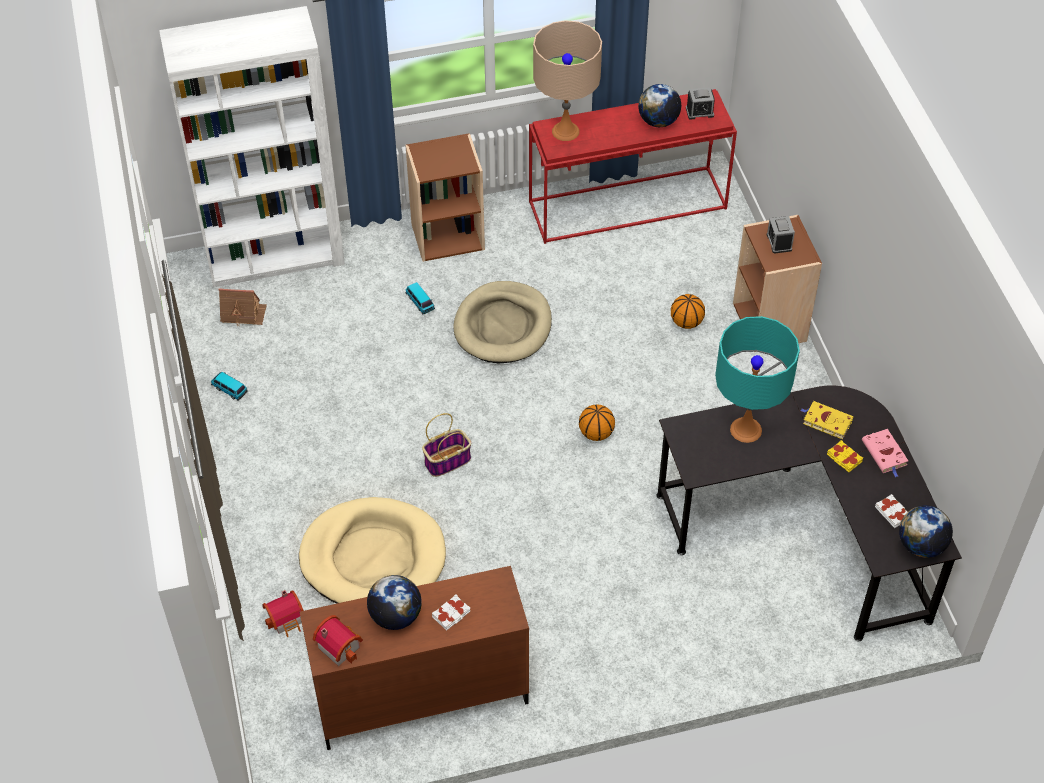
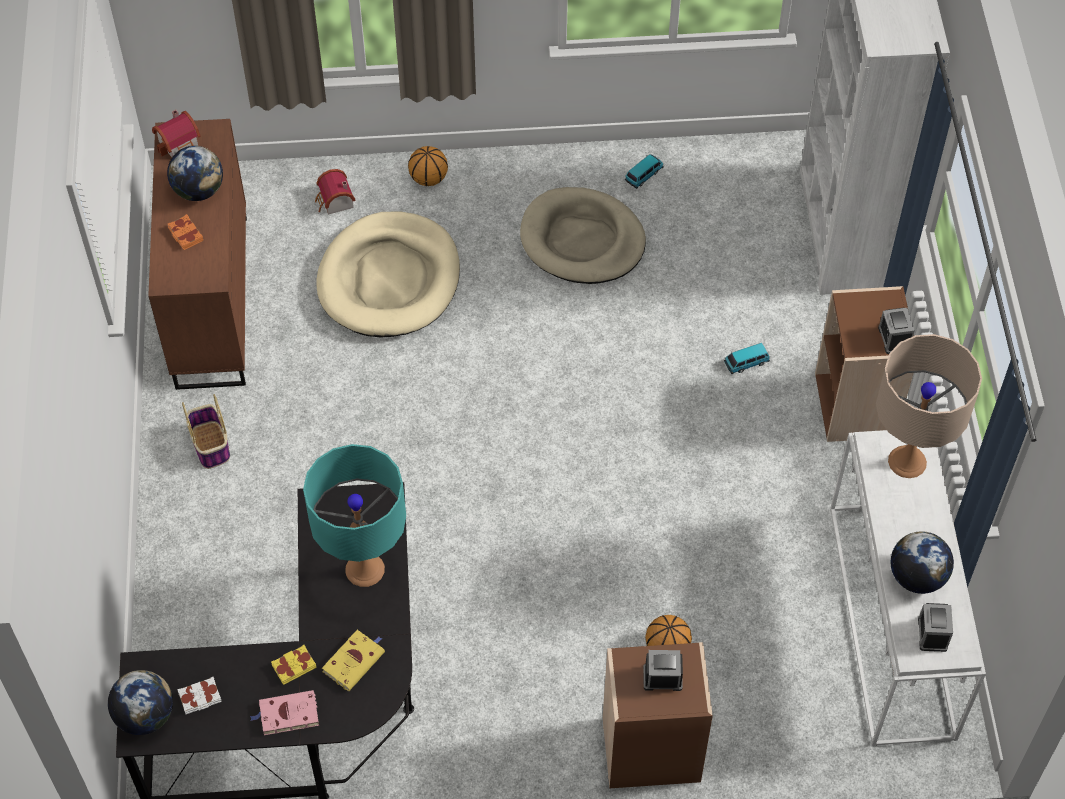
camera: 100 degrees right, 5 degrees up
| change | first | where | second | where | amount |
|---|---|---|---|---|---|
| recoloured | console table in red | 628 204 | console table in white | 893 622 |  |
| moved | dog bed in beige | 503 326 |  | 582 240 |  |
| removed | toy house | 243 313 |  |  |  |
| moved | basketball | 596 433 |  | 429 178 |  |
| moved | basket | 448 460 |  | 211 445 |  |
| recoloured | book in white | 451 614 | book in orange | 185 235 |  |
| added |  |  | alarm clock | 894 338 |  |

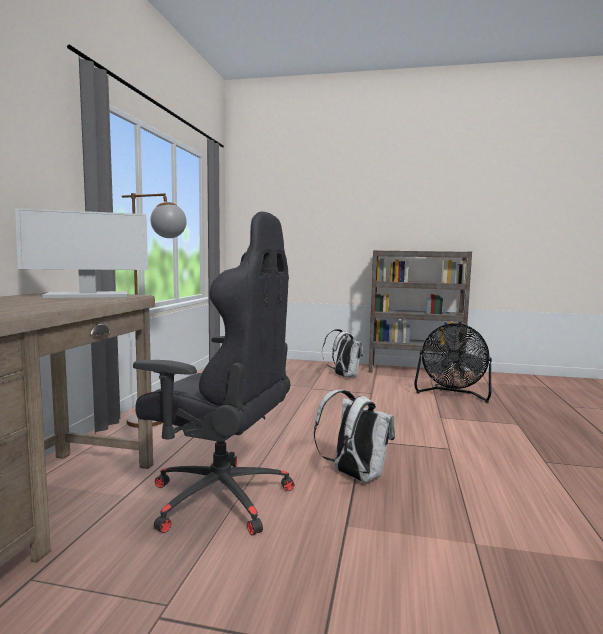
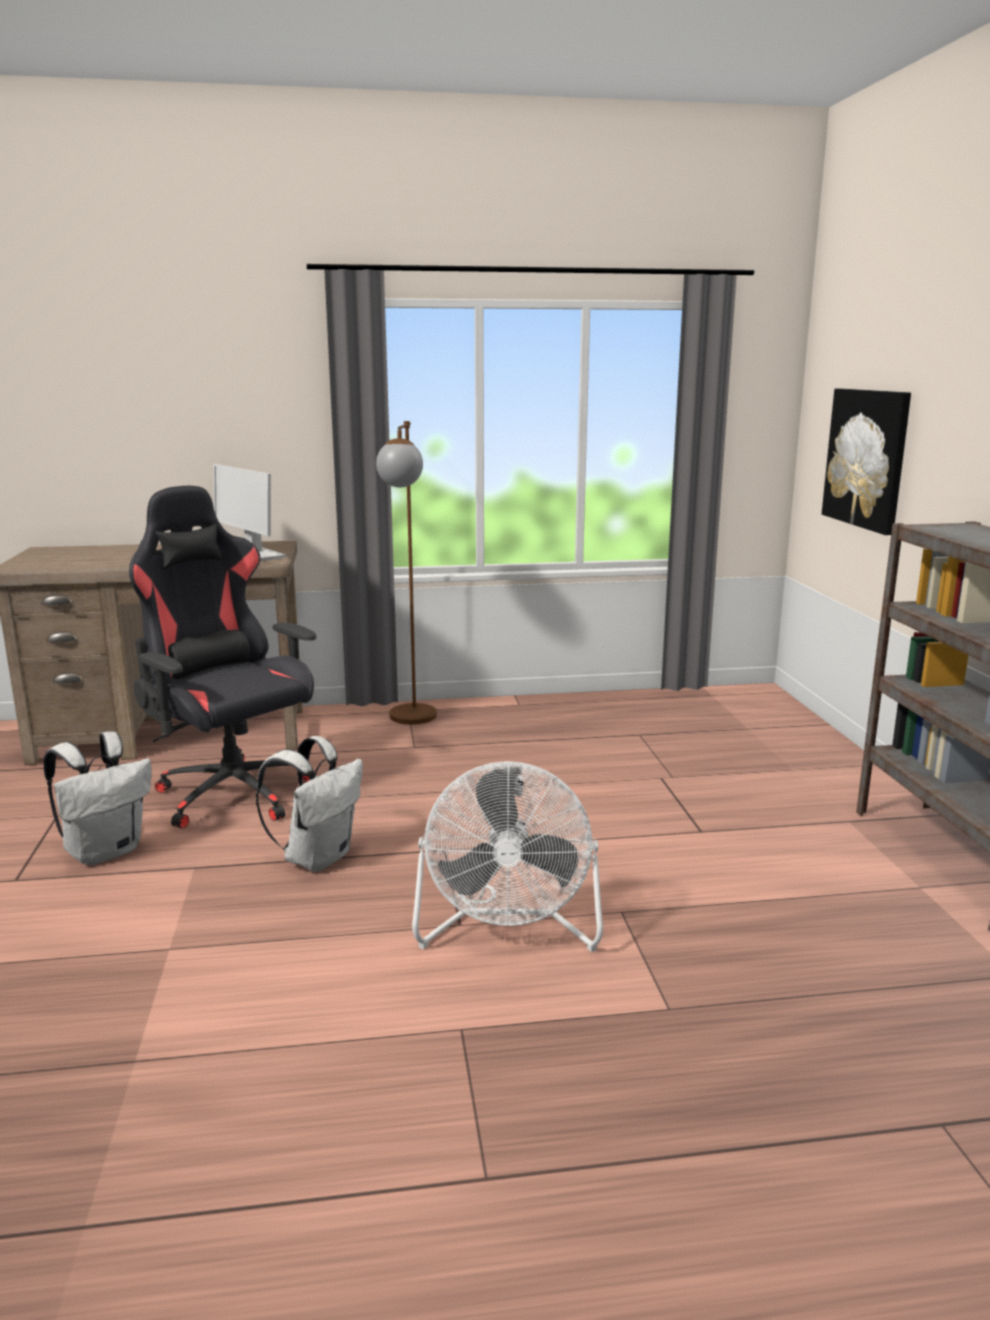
camera: 70 degrees right, 10 degrees up
| change | first | where | second | where | amount |
|---|---|---|---|---|---|
| turned | office chair in black | 219 498 |  | 235 795 | 135 degrees clockwise |
| removed | fan in black | 450 394 |  |  |  |
| moved | backpack in white | 343 376 |  | 106 851 |  |
| added |  |  | picture | 867 458 |  |
| added |  |  | fan in white | 501 928 |  |

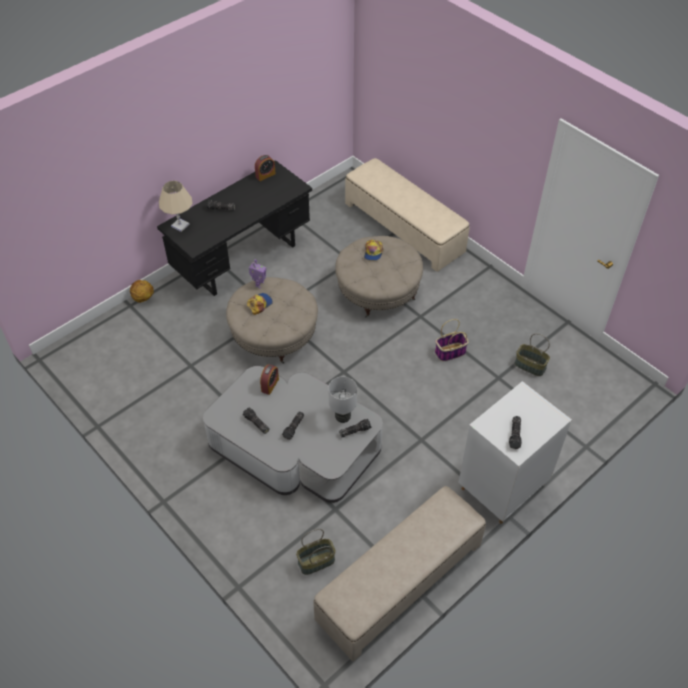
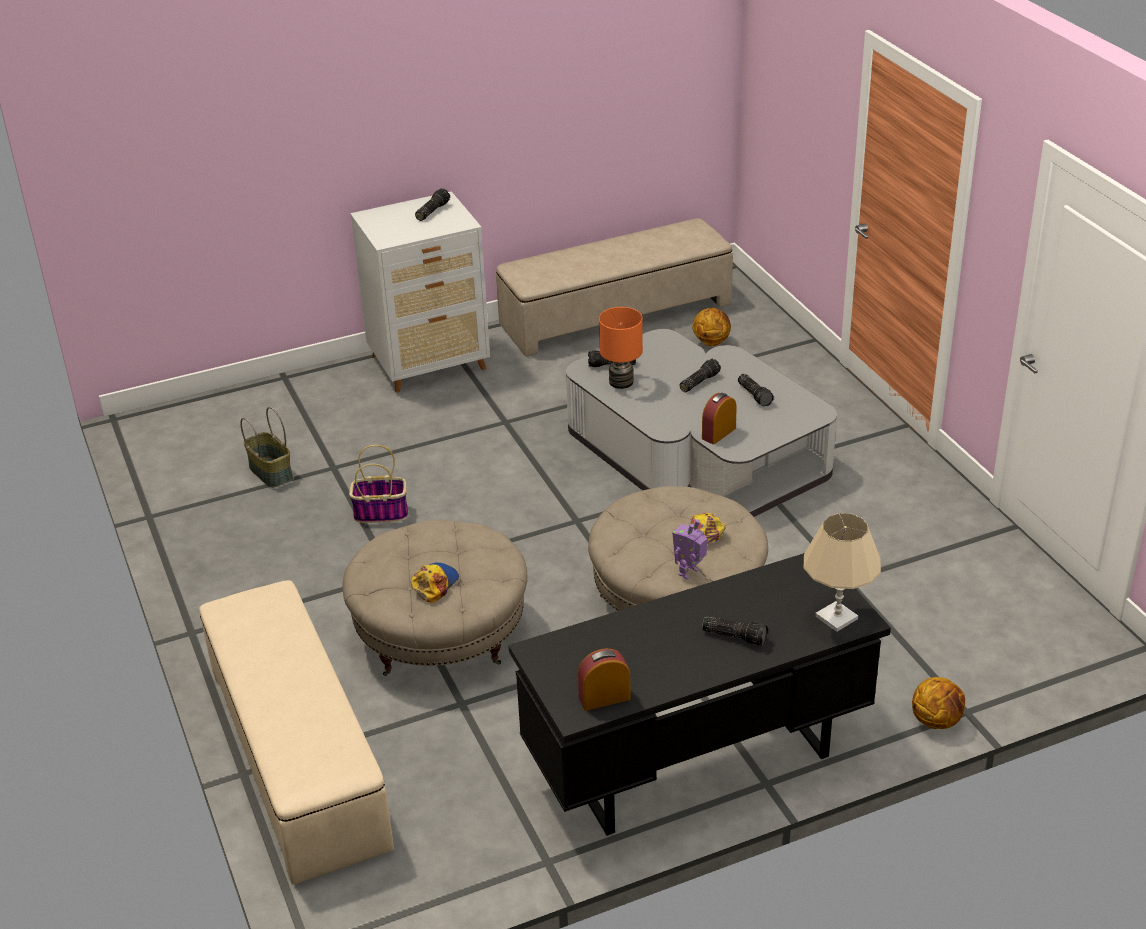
camera: 160 degrees left, 15 degrees down
| change | first | where | second | where | amount |
|---|---|---|---|---|---|
| recoloured | table lamp in grey | 342 416 | table lamp in orange | 621 382 |  |
| replaced | basket | 316 562 | basketball | 711 342 |  |

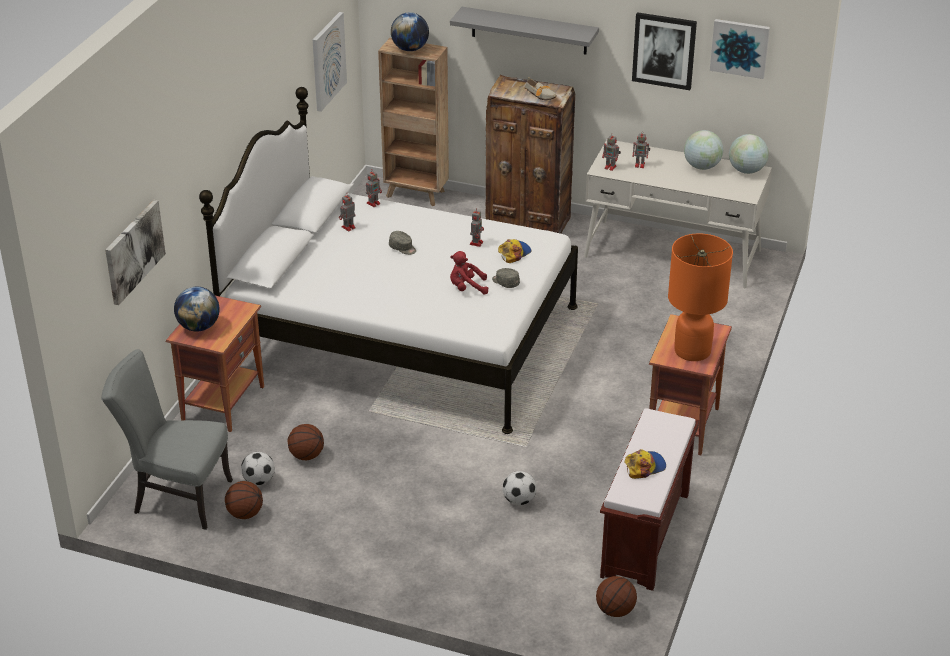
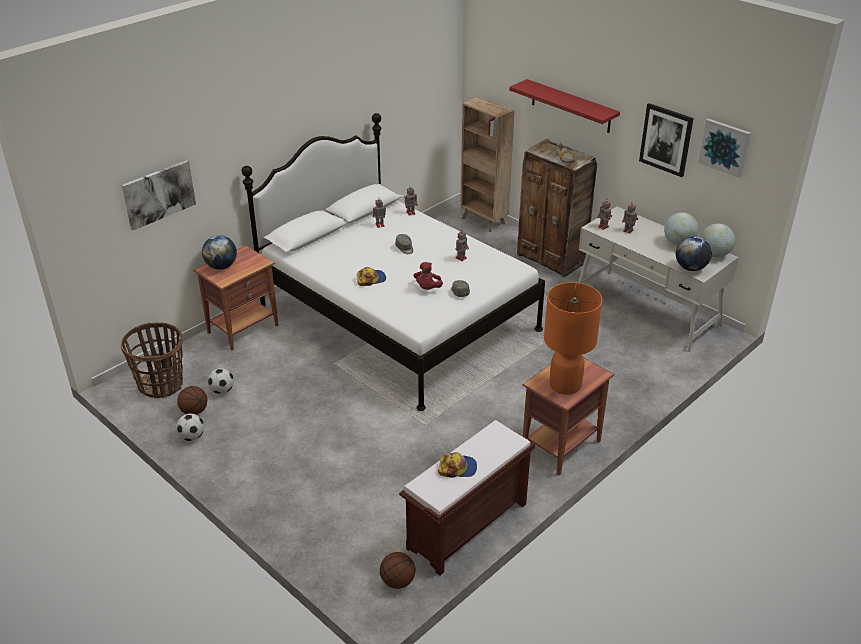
camera: 25 degrees right, 0 degrees up
| change | first | where | second | where | amount |
|---|---|---|---|---|---|
| recoloured | shelf in grey | 529 30 | shelf in red | 571 106 |  |
| removed | picture | 328 61 |  |  |  |
| moved | globe | 410 49 |  | 690 268 |  |
| moved | cap | 514 253 |  | 371 279 |  |
| turned | plush toy in red | 467 288 |  | 427 288 | 105 degrees counterclockwise |
| replaced | chair in grey | 176 497 | basket | 161 385 |  |
| removed | basketball | 306 455 |  |  |  |
| moved | football | 519 500 |  | 192 437 |  |

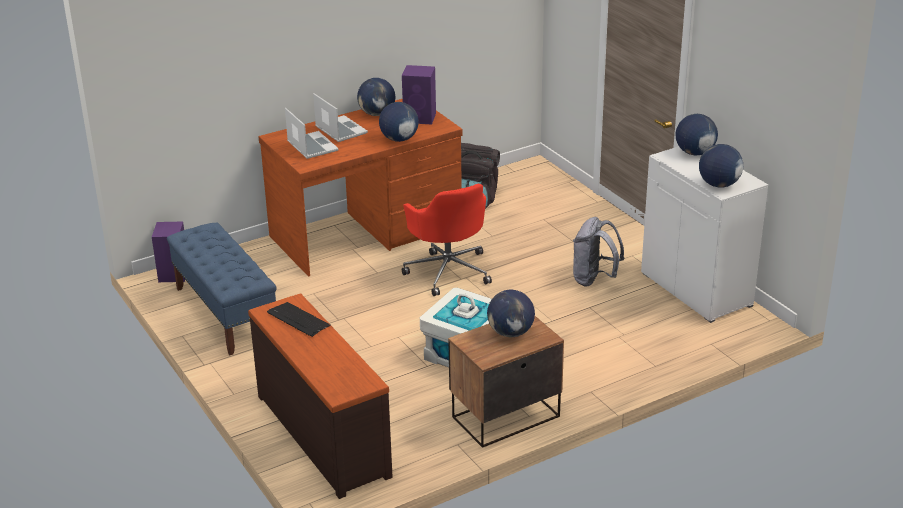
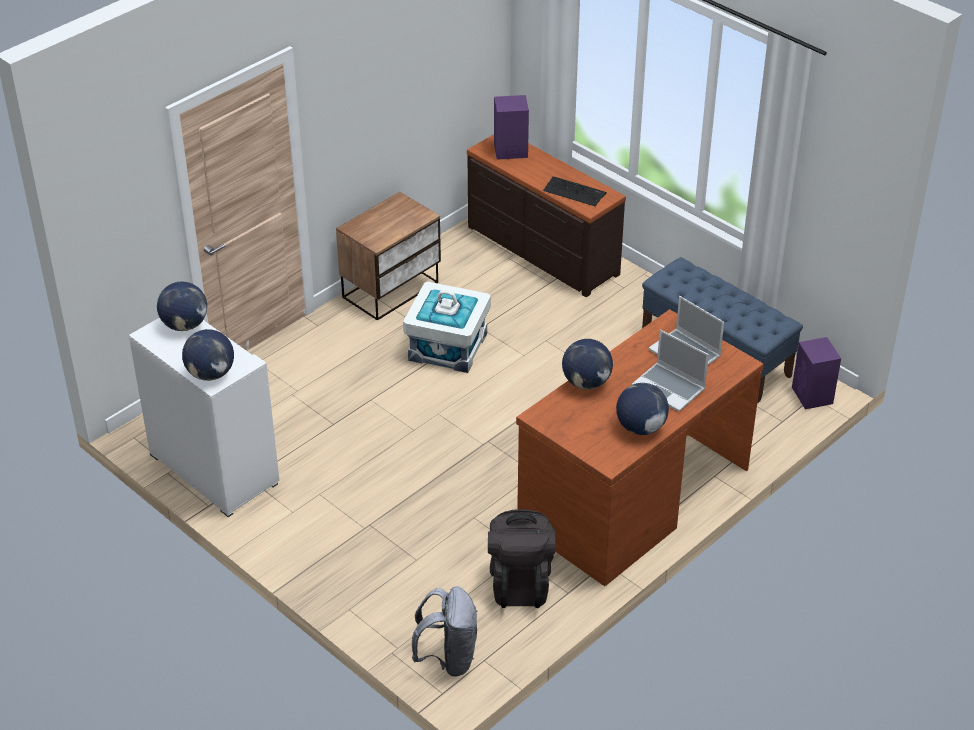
camera: 165 degrees right, 10 degrees up
| change | first | where | second | where | amount |
|---|---|---|---|---|---|
| moved | speaker in purple | 420 118 |  | 509 150 |  |
| removed | office chair in red | 448 270 |  |  |  |
| moved | backpack in grey | 594 279 |  | 448 658 |  |
| removed | globe | 511 333 |  |  |  |

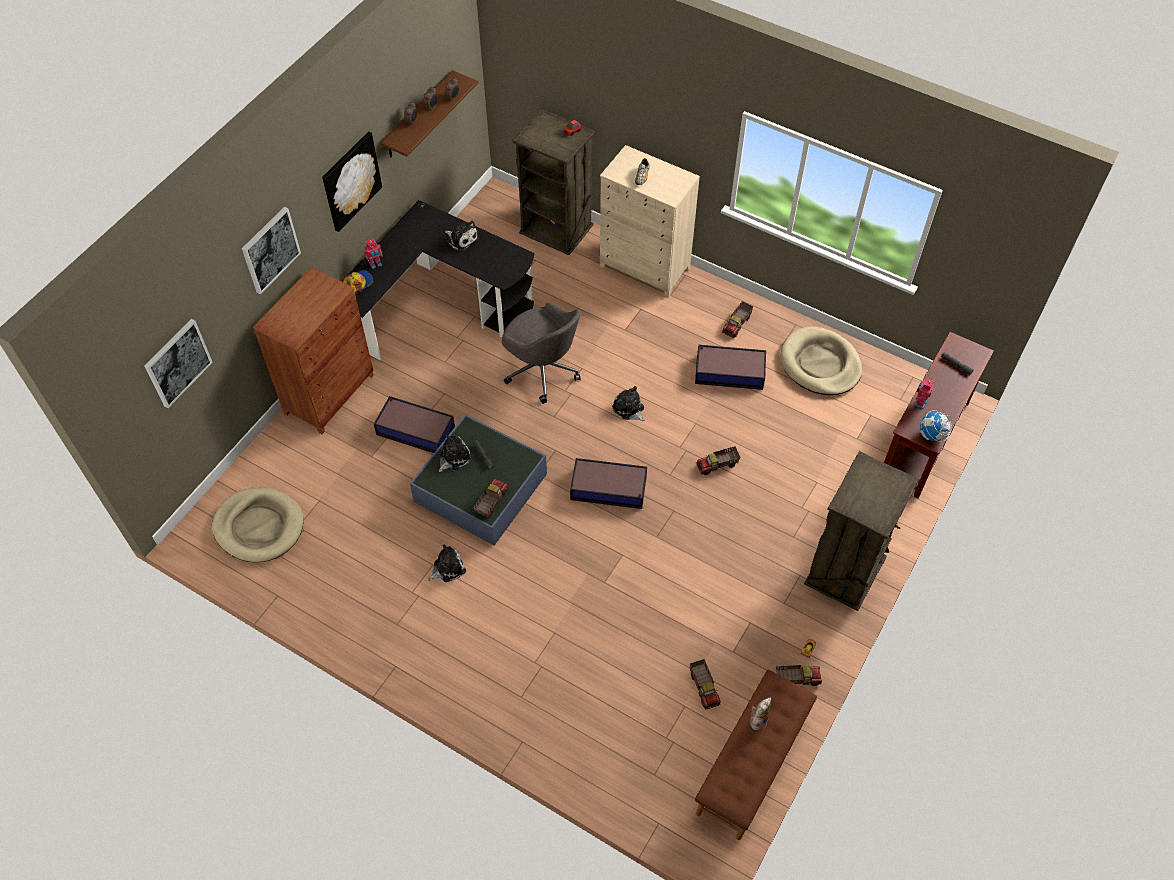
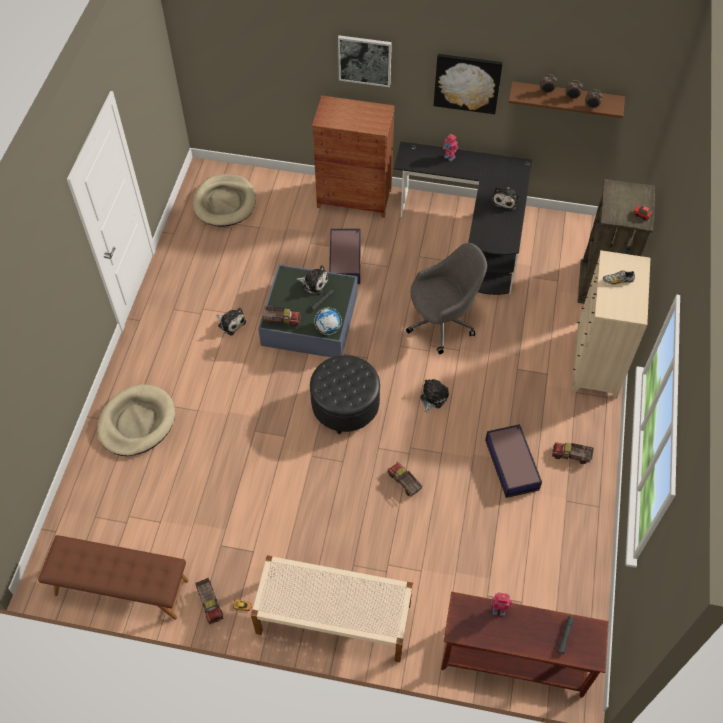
camera: 70 degrees right, 0 degrees up
| change | first | where | second | where | amount |
|---|---|---|---|---|---|
| removed | cap | 358 283 |  |  |  |
| turned | office chair in grey | 543 372 |  | 441 324 | 135 degrees counterclockwise |
| removed | picture | 177 362 |  |  |  |
| moved | dog bed in beige | 820 364 |  | 137 422 |  |
| moved | globe | 932 435 |  | 328 328 |  |
| replaced | bookcase in brown | 845 570 | bench in beige | 333 619 |  |
| replaced | storage box | 609 489 | ottoman in black | 345 407 |  |
| removed | toy truck | 704 687 |  |  |  |
| removed | plush toy | 758 719 |  |  |  |

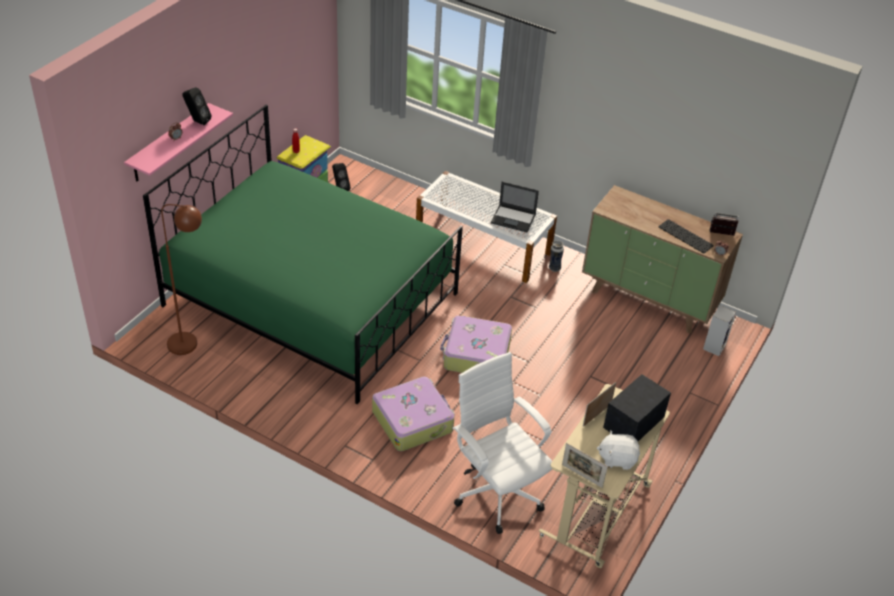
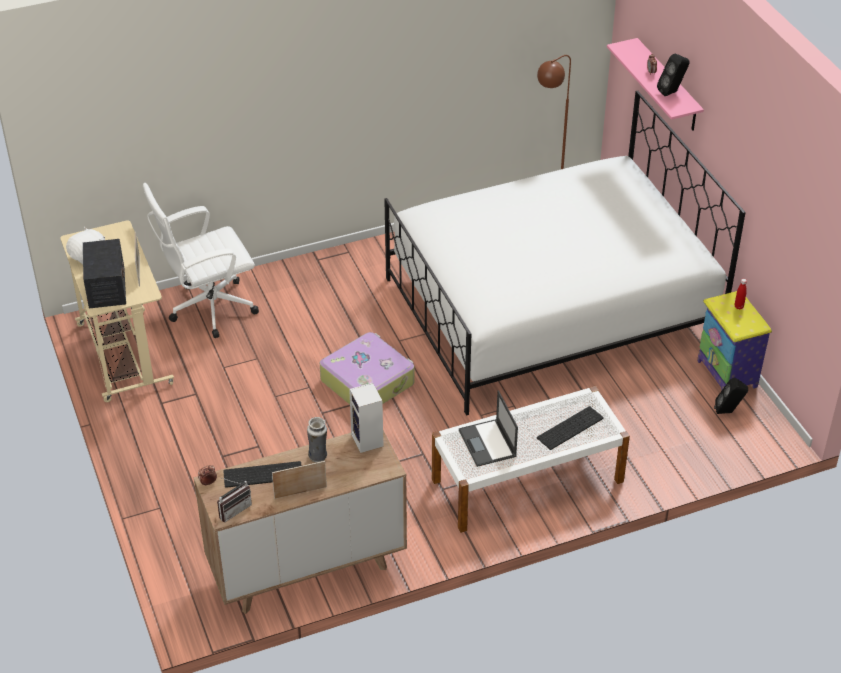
camera: 130 degrees right, 0 degrees up
| change | first | where | second | where | amount |
|---|---|---|---|---|---|
| recoloured | bed in green | 311 299 | bed in white | 551 309 |  |
| turned | laptop | 514 219 |  | 488 444 | 75 degrees counterclockwise |
| moved | vase | 554 268 |  | 318 456 |  |
| moved | speaker | 714 346 |  | 368 441 |  |
| turned | office chair in white | 496 492 |  | 208 309 | 150 degrees clockwise |
| removed | suitcase | 413 420 |  |  |  |
| moved | picture frame | 582 476 |  | 300 492 |  |
| added |  |  | keyboard | 570 429 |  |

